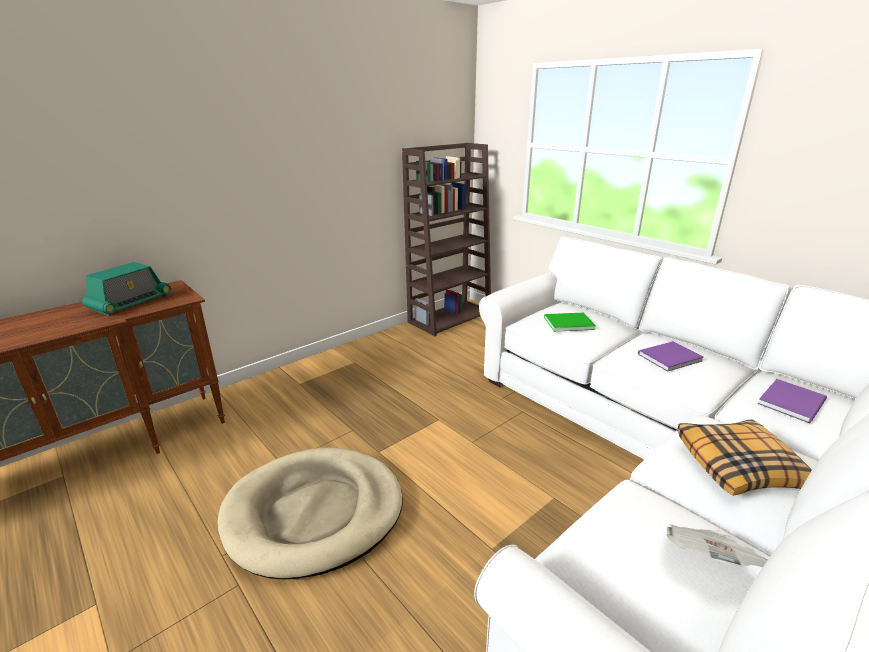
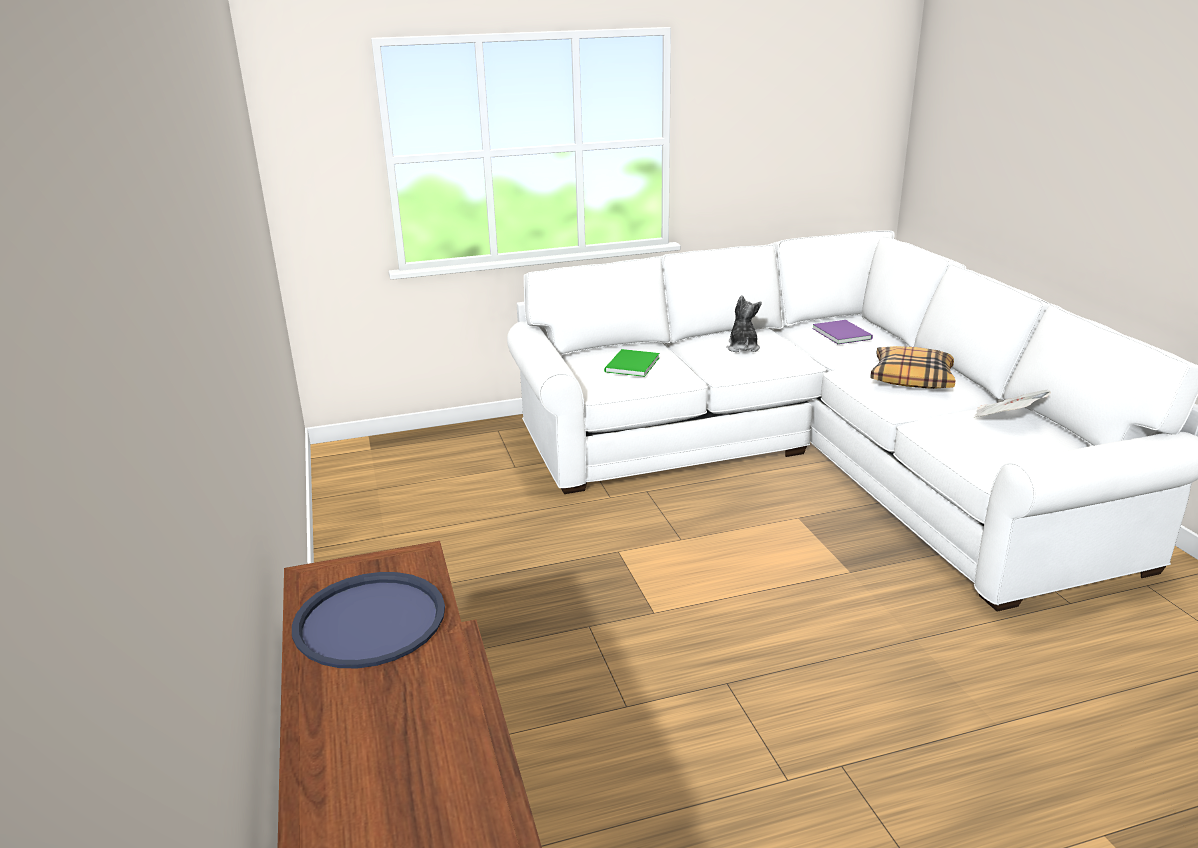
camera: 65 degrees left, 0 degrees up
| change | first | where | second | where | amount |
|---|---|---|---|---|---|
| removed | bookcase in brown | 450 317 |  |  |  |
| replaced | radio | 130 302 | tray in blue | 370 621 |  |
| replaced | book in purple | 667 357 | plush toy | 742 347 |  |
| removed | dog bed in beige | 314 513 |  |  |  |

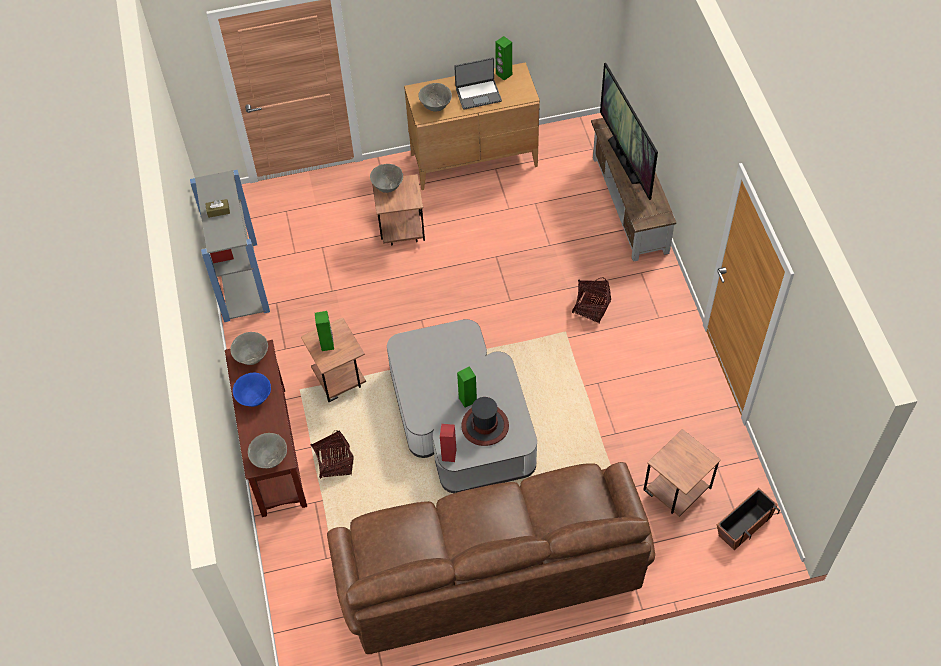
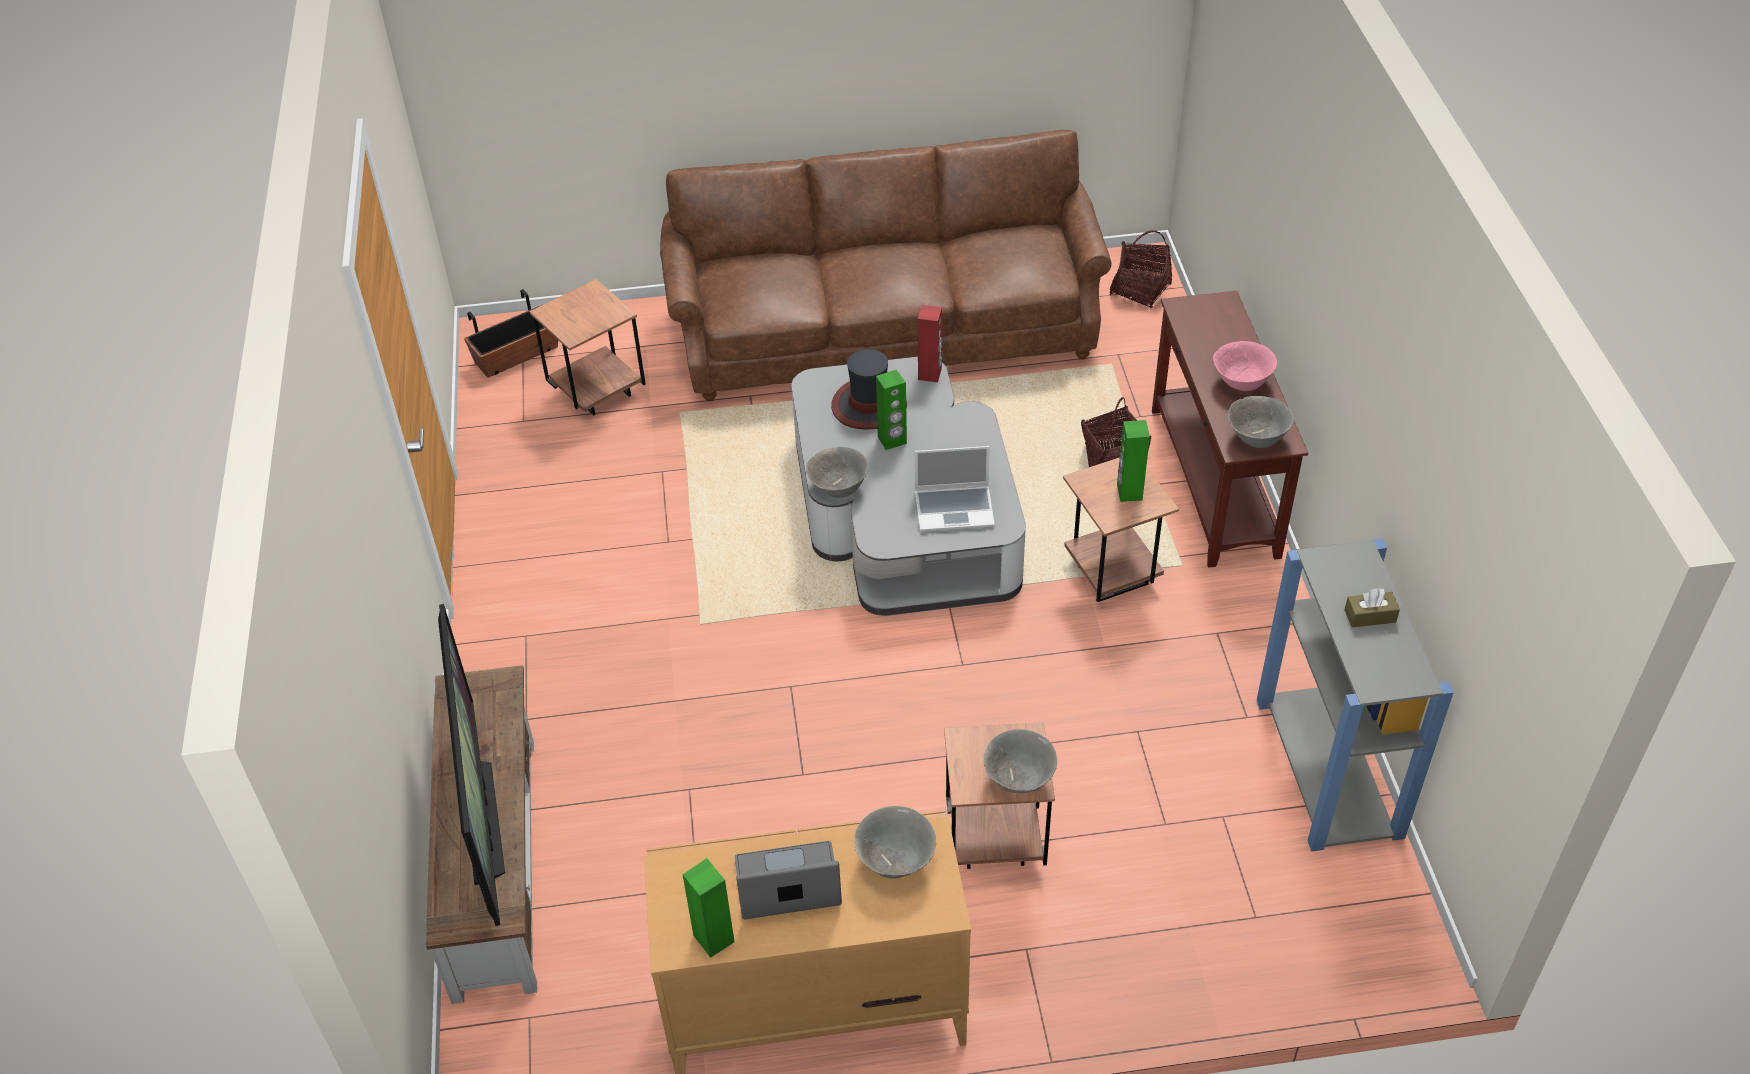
camera: 175 degrees left, 10 degrees down
| change | first | where | second | where | amount |
|---|---|---|---|---|---|
| moved | basket | 591 307 |  | 1140 289 |  |
| recoloured | bowl in blue | 254 397 | bowl in pink | 1241 383 |  |
| moved | bowl in grey | 270 458 |  | 838 489 |  |
| added |  |  | laptop | 955 509 |  |

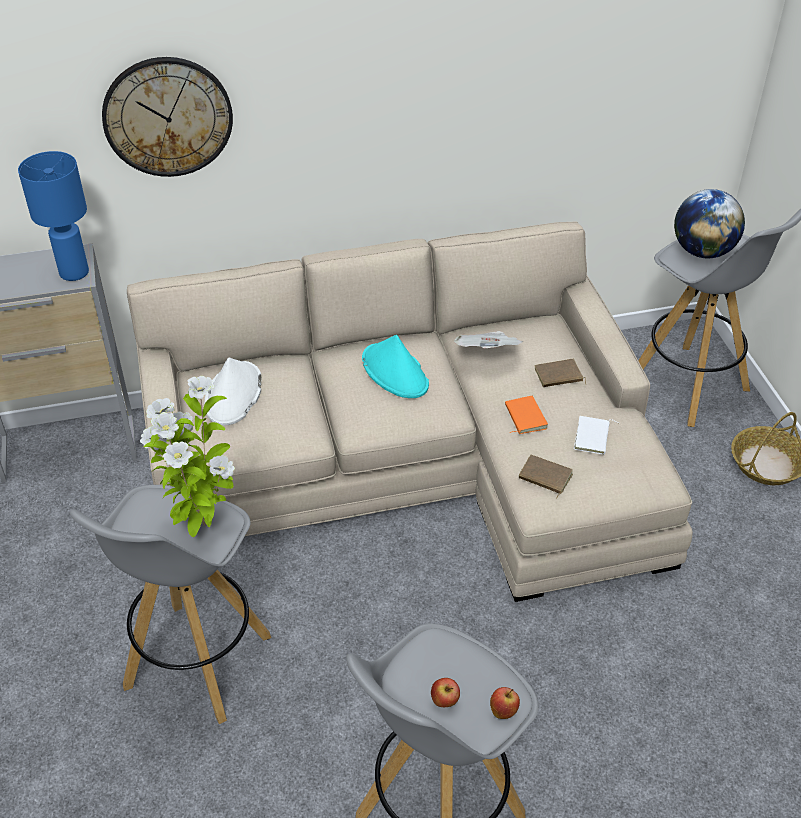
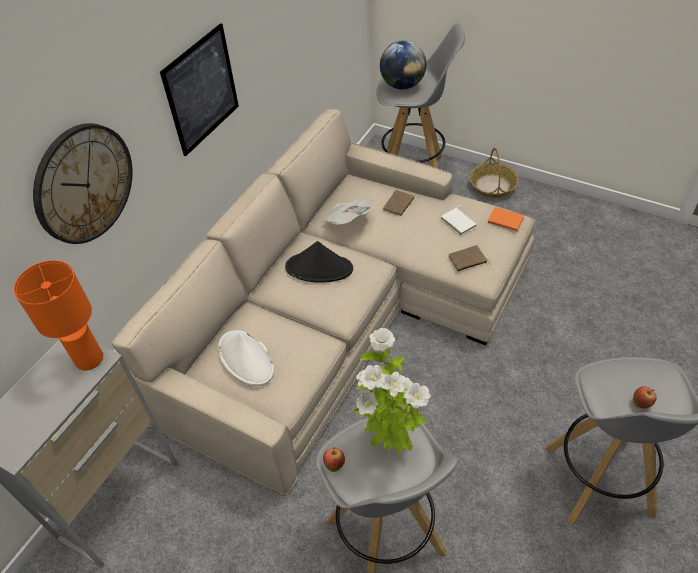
camera: 45 degrees left, 5 degrees up
| change | first | where | second | where | amount |
|---|---|---|---|---|---|
| recoloured | table lamp in blue | 74 273 | table lamp in orange | 90 359 |  |
| recoloured | hat in turquoise | 395 372 | hat in black | 319 268 |  |
| moved | book in orange | 524 417 |  | 505 221 |  |
| moved | apple | 503 711 |  | 334 464 |  |
| added |  |  | picture | 201 90 |  |

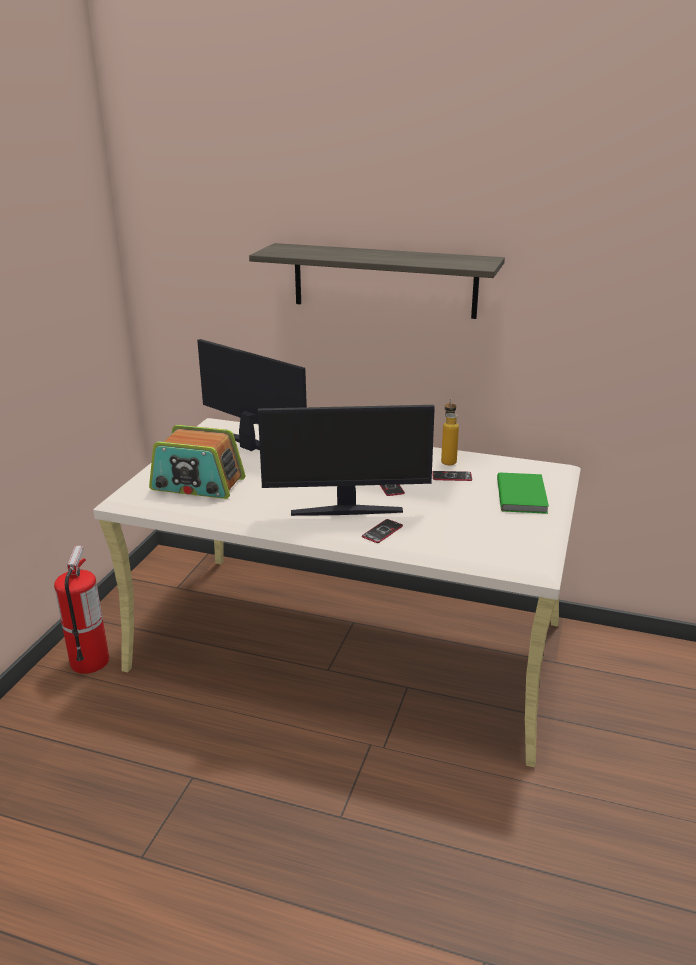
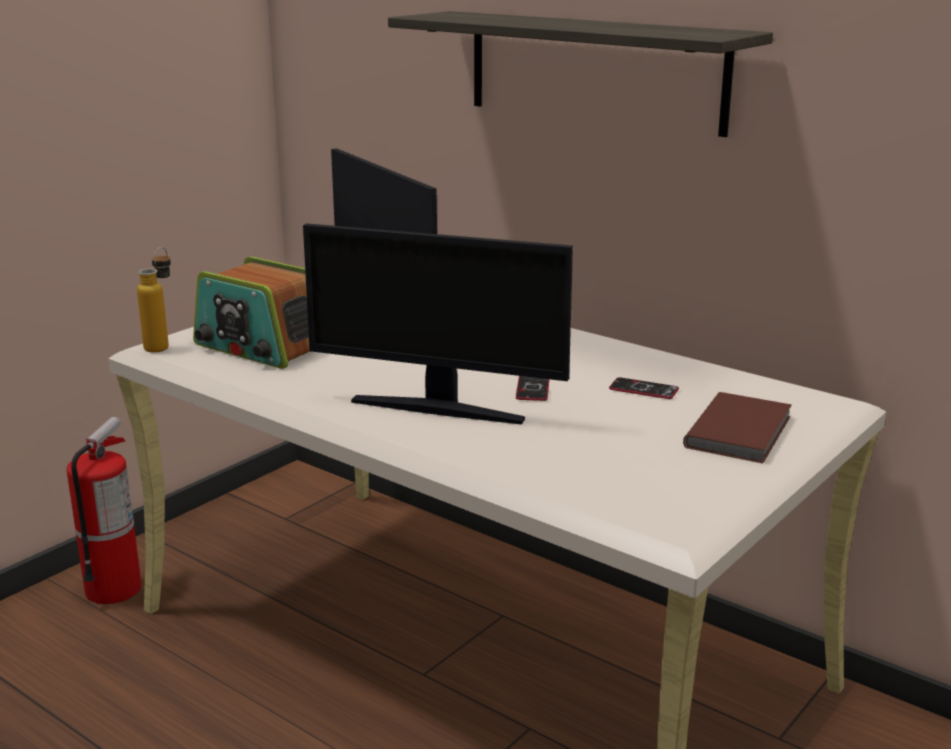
camera: 20 degrees right, 5 degrees down
| change | first | where | second | where | amount |
|---|---|---|---|---|---|
| moved | bottle | 448 459 |  | 162 345 |  |
| recoloured | book in green | 523 495 | book in brown | 742 431 |  |
| removed | phone | 382 532 |  |  |  |

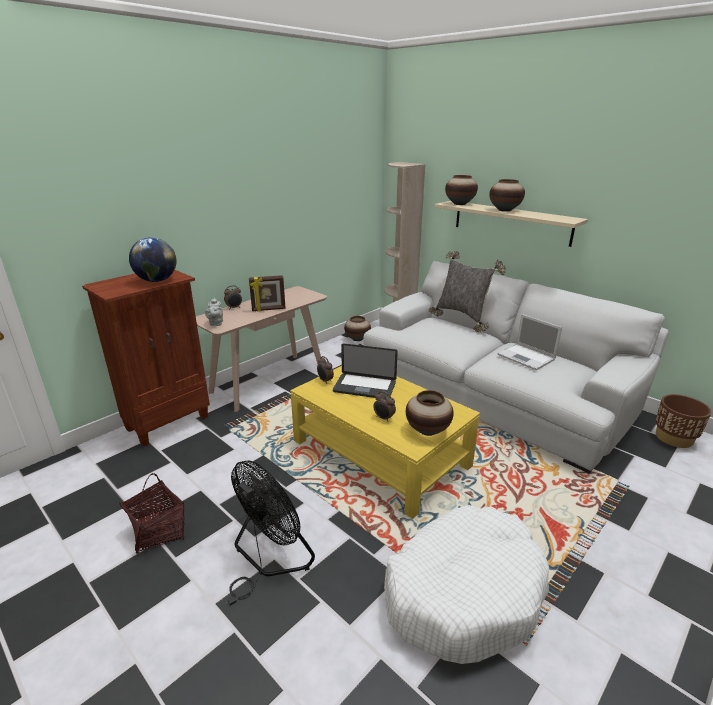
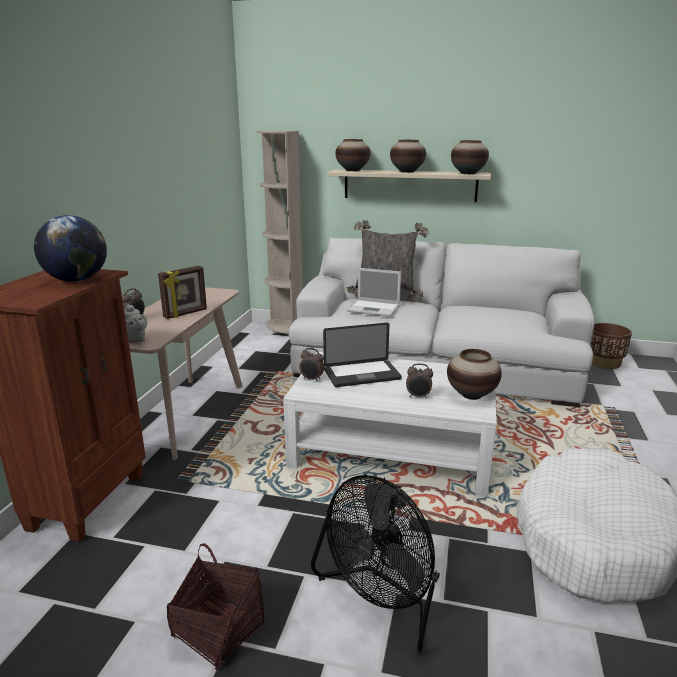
camera: 30 degrees left, 5 degrees down
| change | first | where | second | where | amount |
|---|---|---|---|---|---|
| moved | laptop | 527 357 |  | 375 308 |  |
| moved | vase | 357 339 |  | 468 173 |  |
| recoloured | coffee table in yellow | 381 453 | coffee table in white | 393 449 |  |
| turned | fan in black | 263 555 |  | 380 595 | 150 degrees counterclockwise |

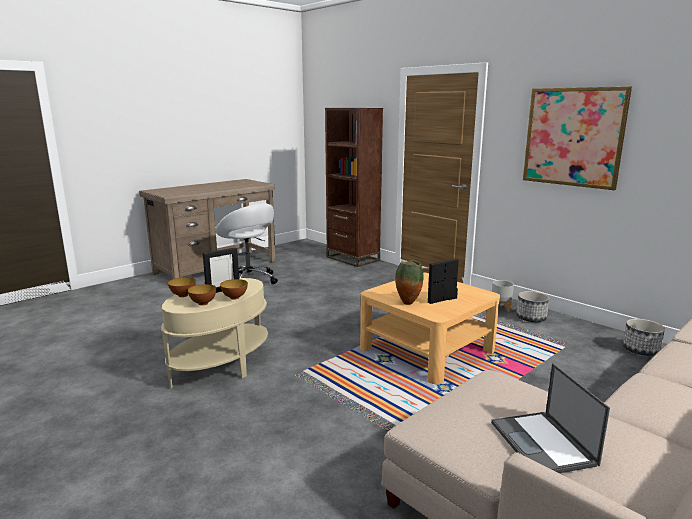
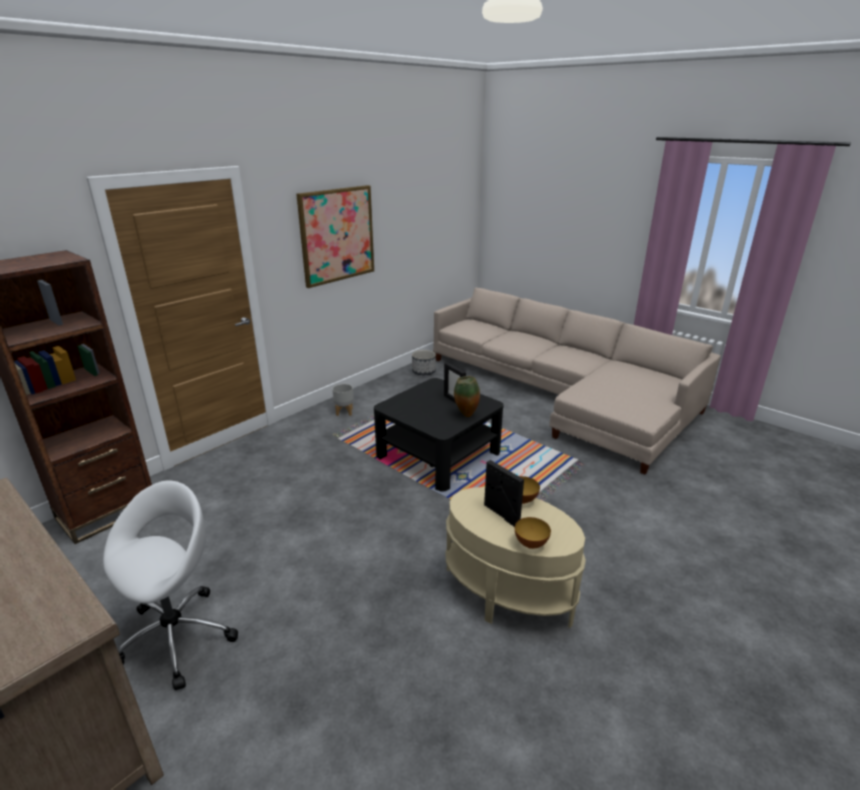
camera: 95 degrees left, 10 degrees up
| change | first | where | second | where | amount |
|---|---|---|---|---|---|
| recoloured | coffee table in beige | 427 350 | coffee table in black | 439 454 |  |
| removed | bowl | 203 303 |  |  |  |
| removed | planter | 531 318 |  |  |  |
| removed | laptop | 543 444 |  |  |  |

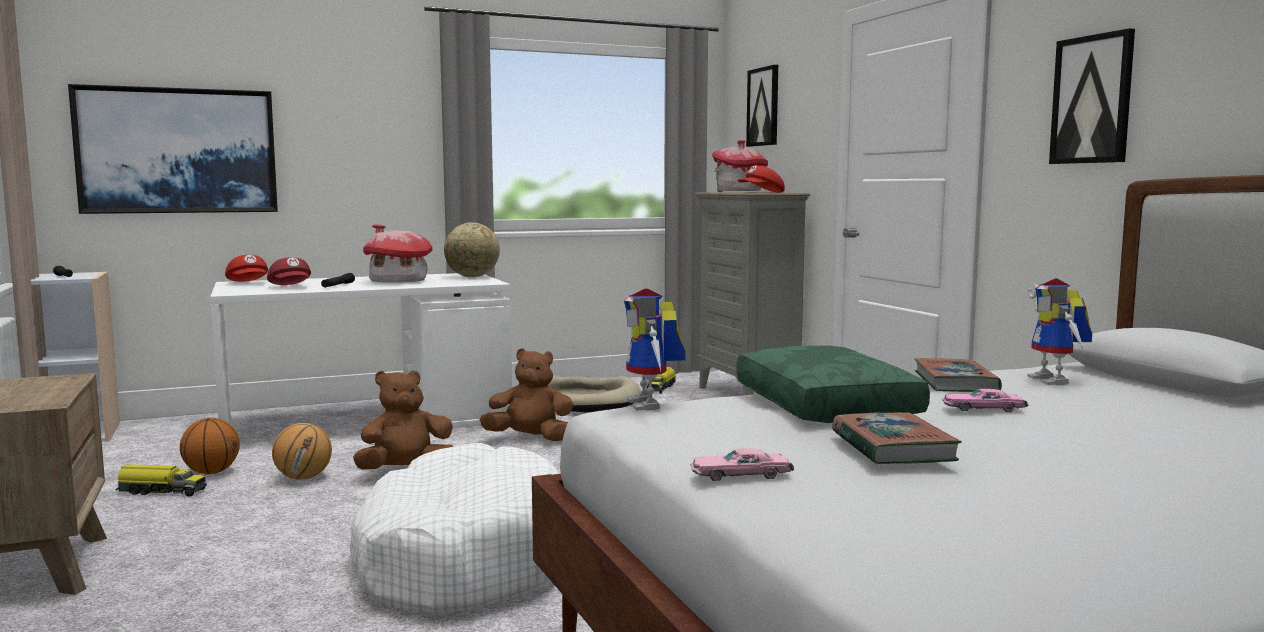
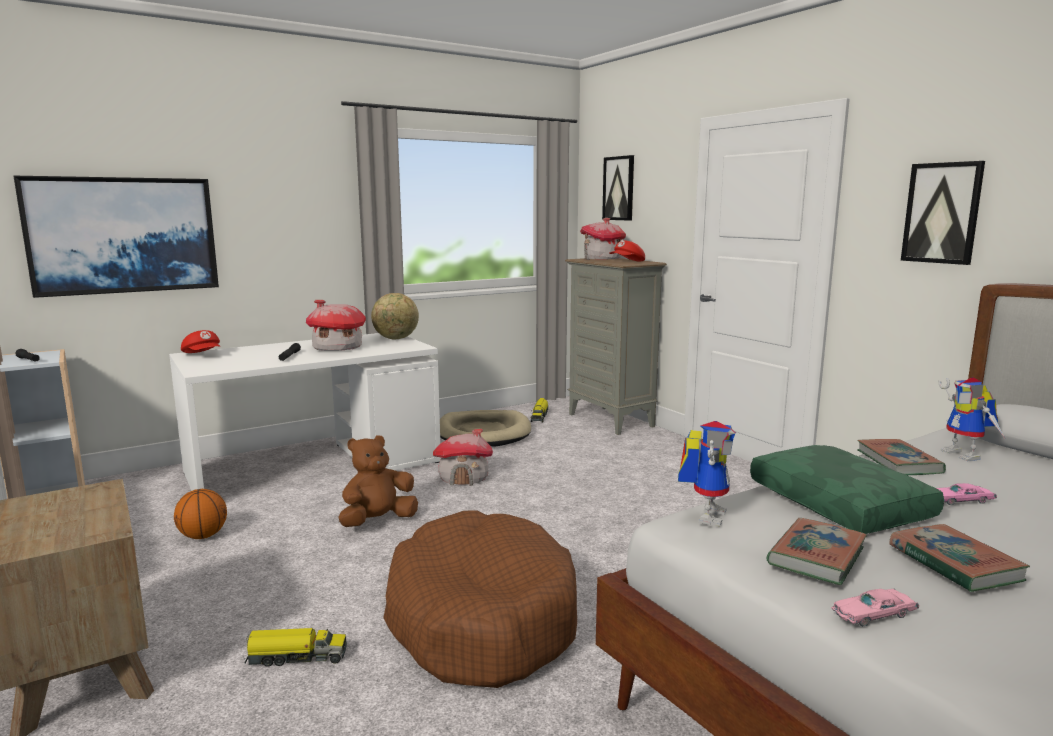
camera: 10 degrees left, 5 degrees up
| change | first | where | second | where | amount |
|---|---|---|---|---|---|
| removed | cap in red | 291 287 |  |  |  |
| turned | toy robot | 652 405 |  | 705 514 | 135 degrees counterclockwise |
| replaced | plush toy in brown | 530 439 | toy house | 464 478 |  |
| removed | basketball | 304 478 |  |  |  |
| recoloured | dog bed in white | 463 559 | dog bed in brown | 481 618 |  |
| moved | toy truck | 161 491 |  | 296 657 |  |
| added |  |  | book | 816 556 |  |

